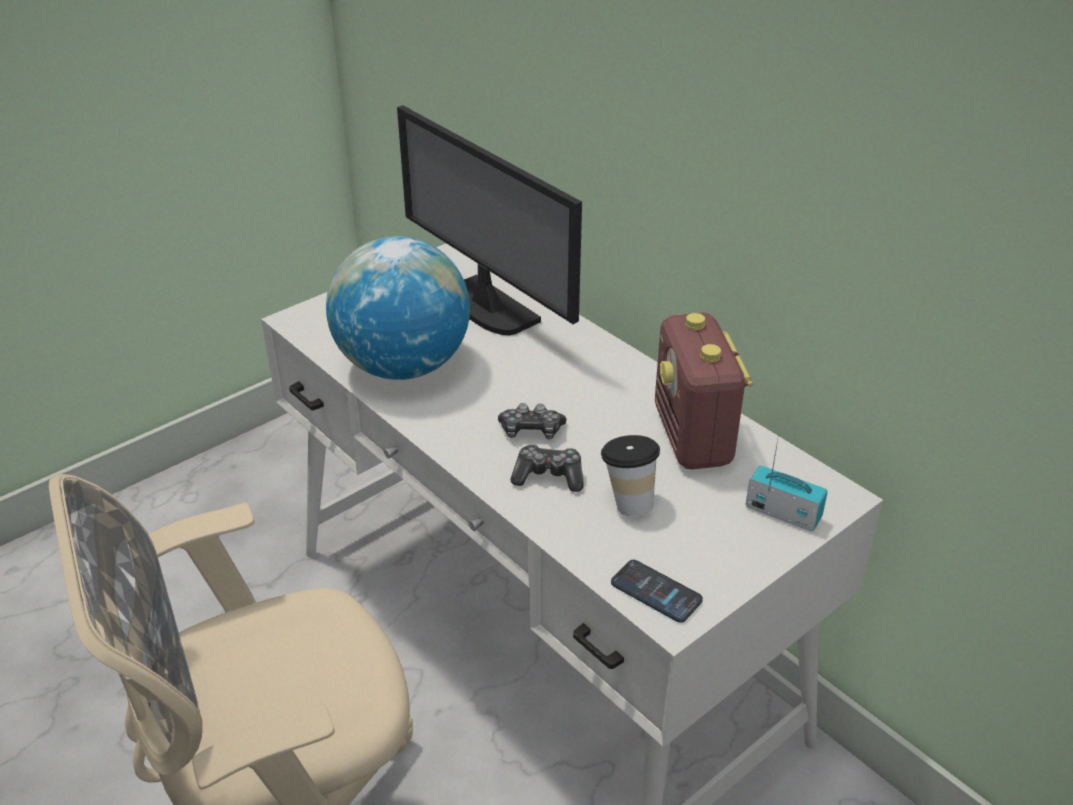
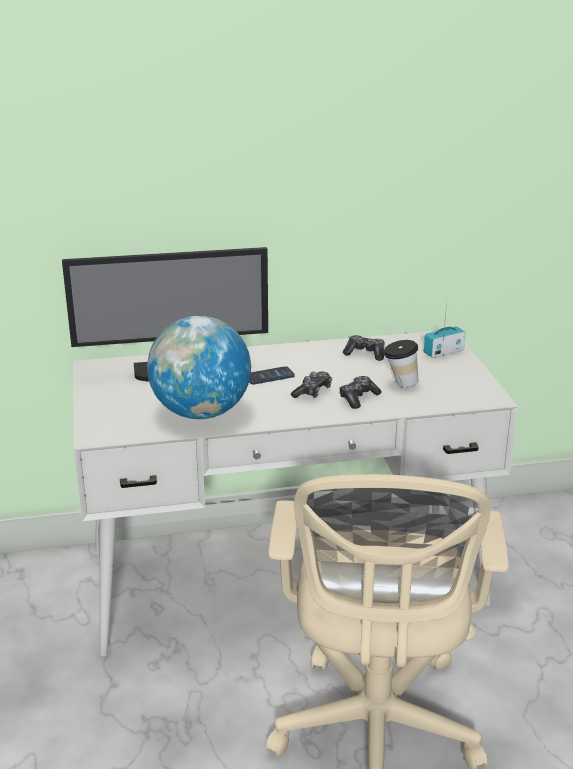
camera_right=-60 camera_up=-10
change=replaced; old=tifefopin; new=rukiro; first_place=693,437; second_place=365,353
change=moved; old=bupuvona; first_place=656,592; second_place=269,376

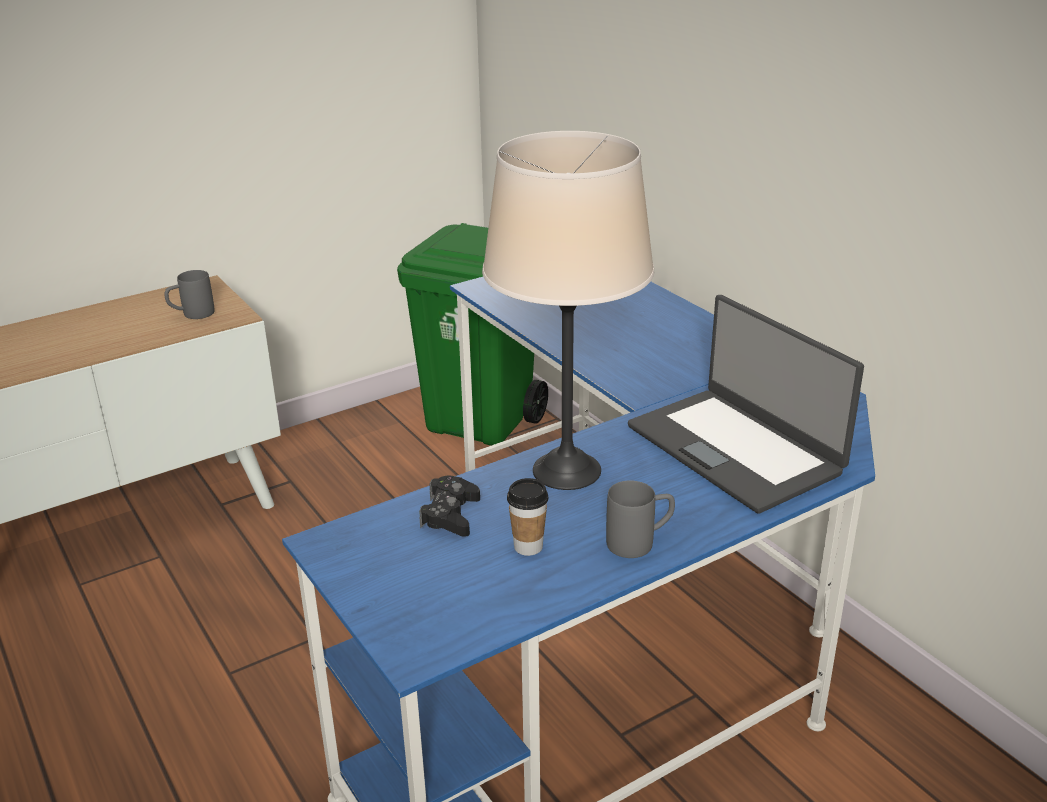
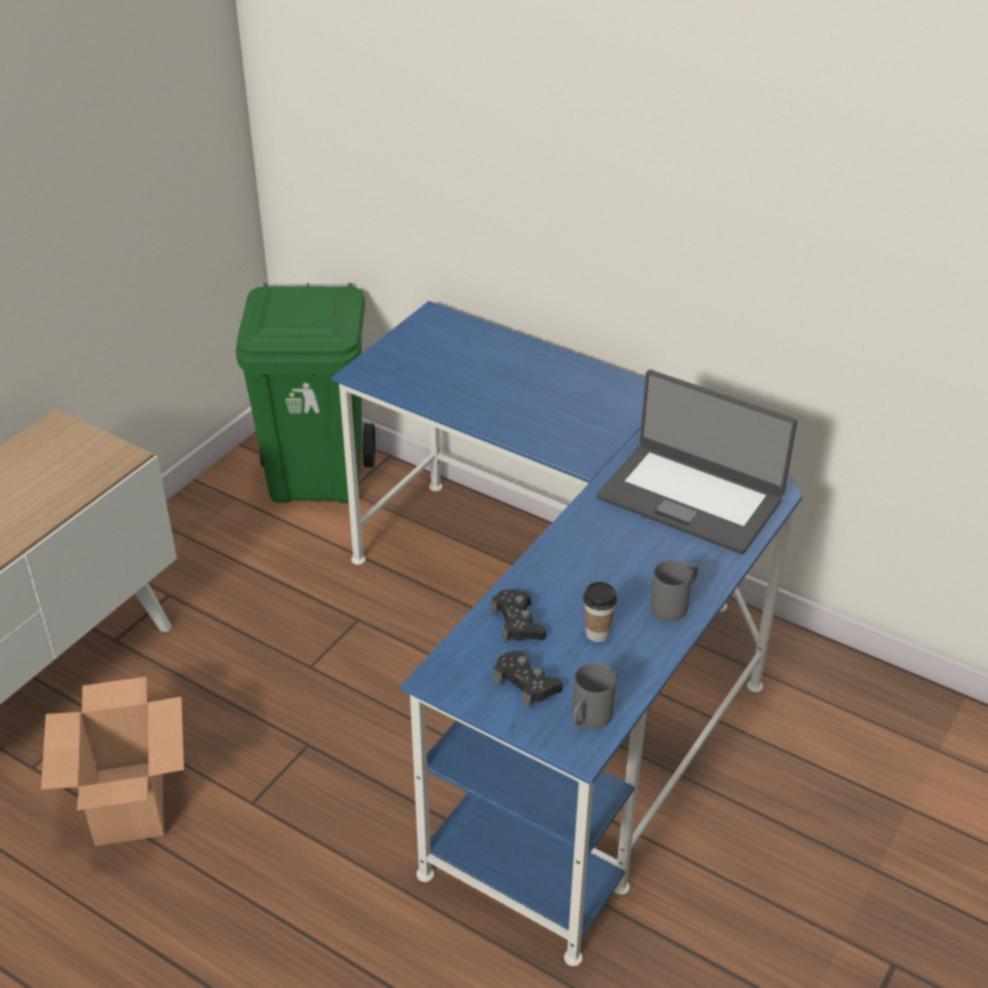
camera_right=-25 camera_up=10
change=removed; old=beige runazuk; first_place=566,470
change=moved; old=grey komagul; first_place=192,315; second_place=587,720
change=added; new=black rukiro; second_place=526,684
change=added; new=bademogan; second_place=129,802

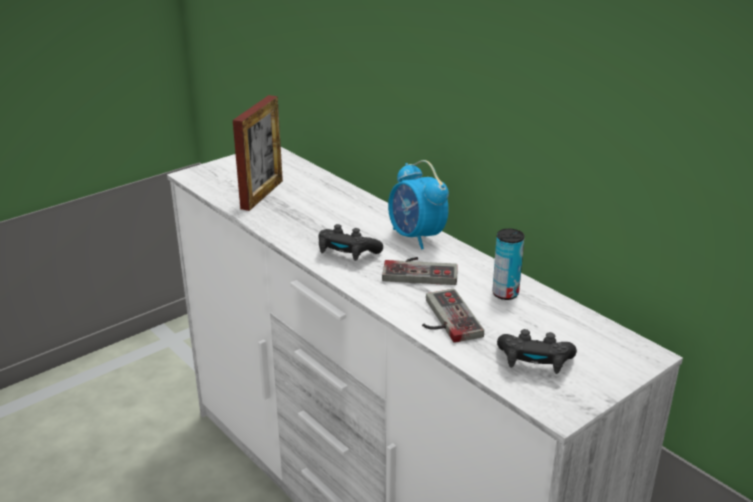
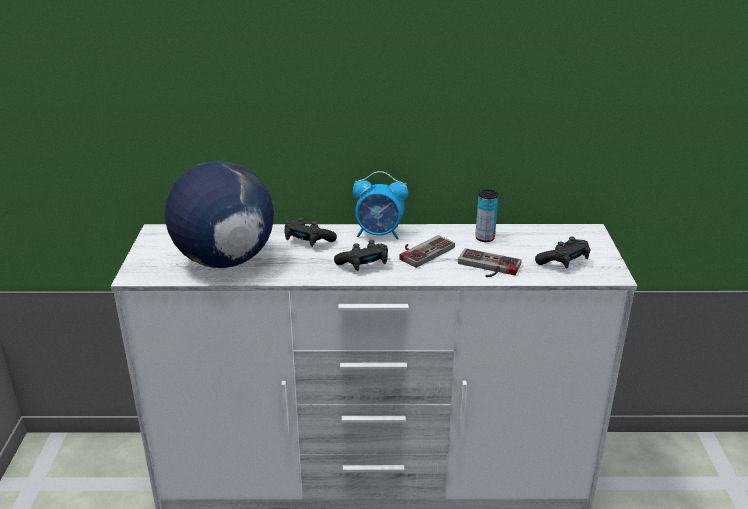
camera_right=-50 camera_up=0
change=replaced; old=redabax; new=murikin; first_place=262,194; second_place=224,260
change=added; new=black rukiro; second_place=308,241

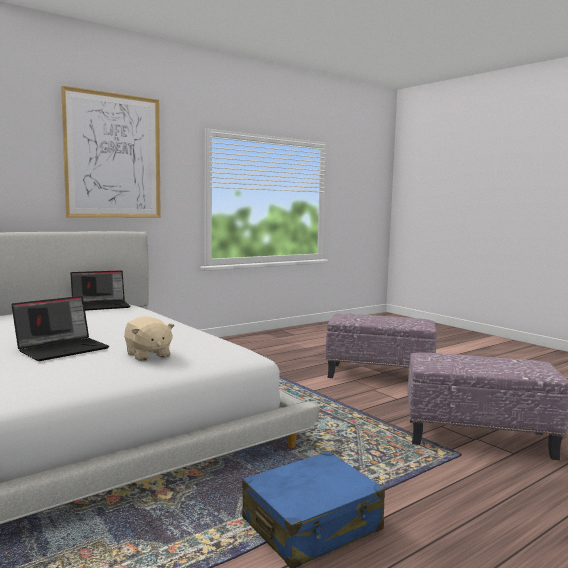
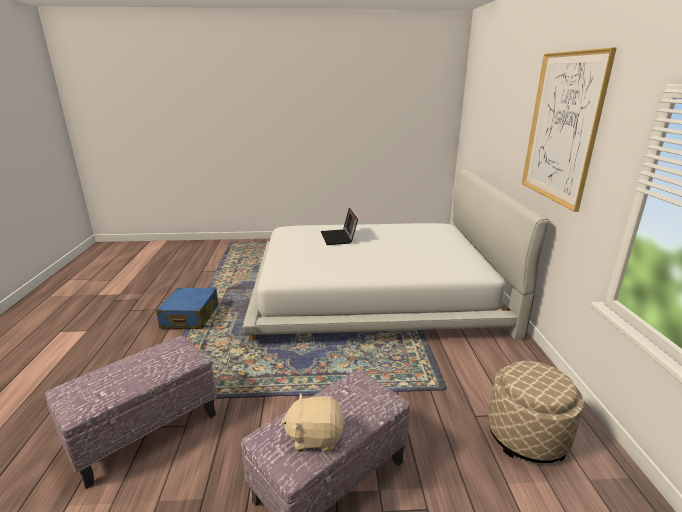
camera_right=125 camera_up=15
change=removed; old=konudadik; first_place=101,306
change=moved; old=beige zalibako; first_place=147,355; second_place=315,436
change=added; new=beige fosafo; second_place=527,435

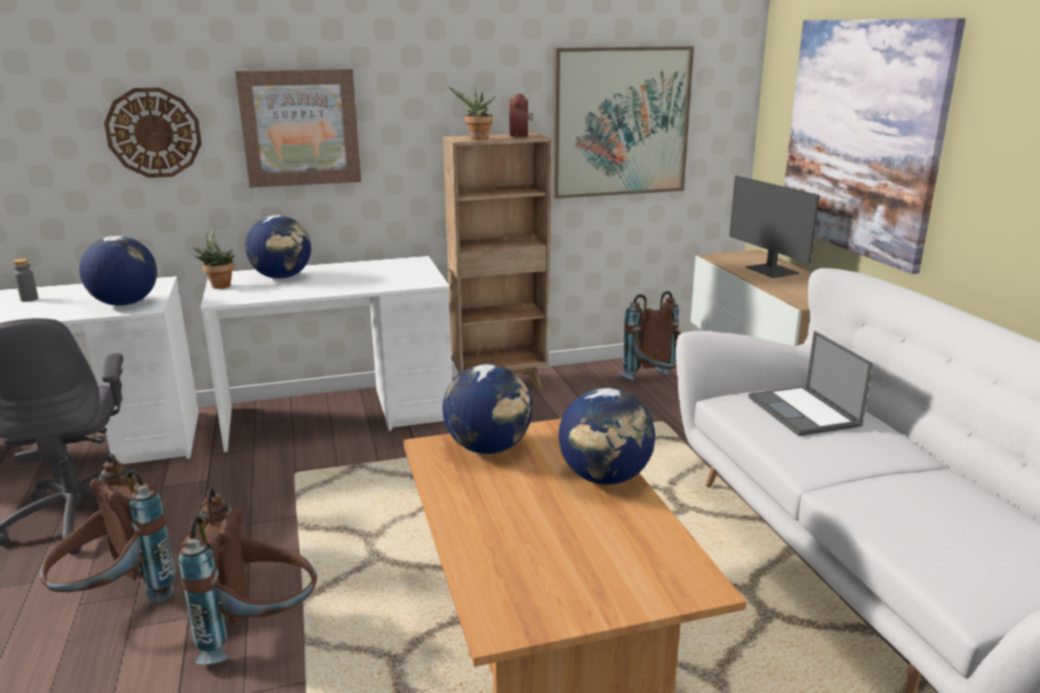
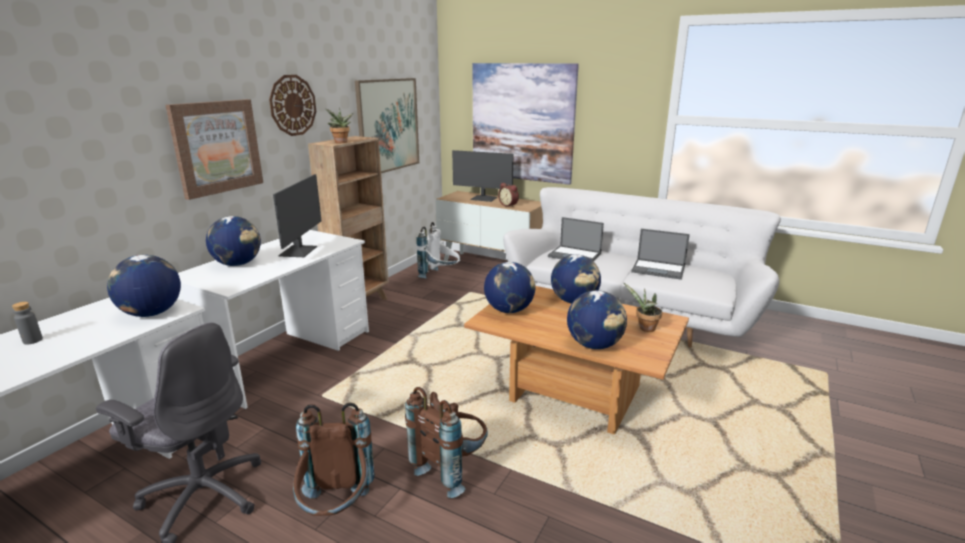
camera_right=-45 camera_up=0
change=moved; old=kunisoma; first_place=154,133; second_place=292,105
change=moved; old=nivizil; first_place=521,136; second_place=509,205
change=moved; old=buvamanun; first_place=219,285; second_place=644,328
change=recoloured; old=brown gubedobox; new=white gubedobox; first_place=658,384; second_place=440,276
change=added; new=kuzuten; second_place=299,251
change=added; new=konudadik; second_place=659,269
change=added; new=murikin; second_place=594,345

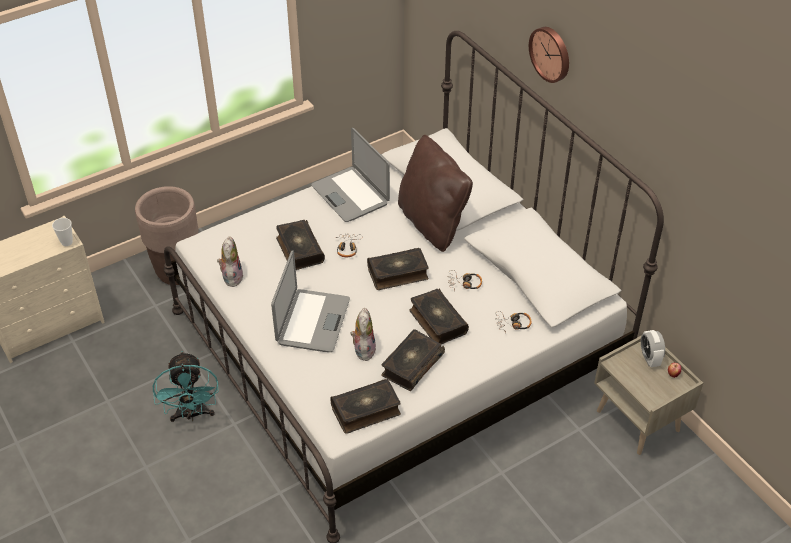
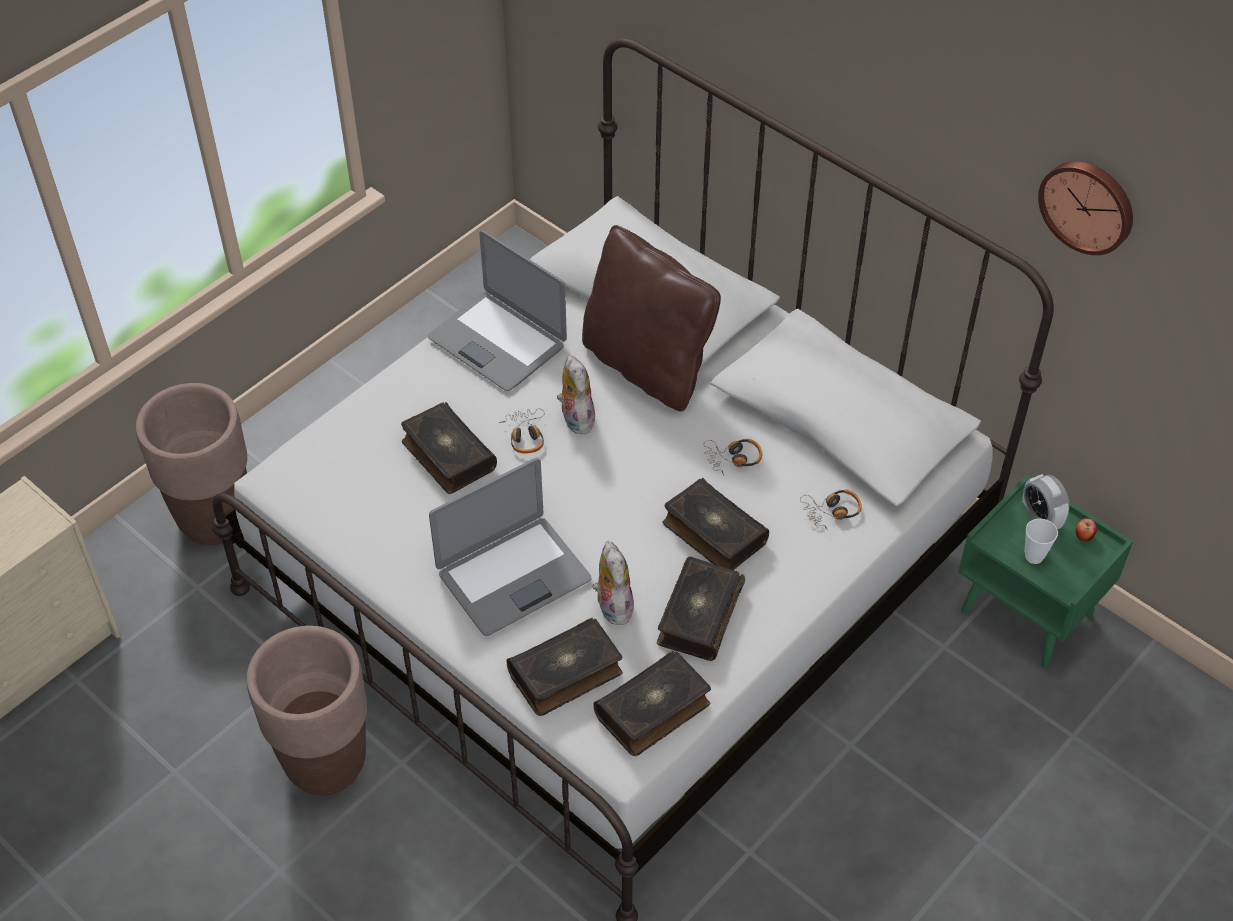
camera_right=-15 camera_up=5
change=moved; old=kunisoma; first_place=551,53; second_place=1088,205
change=moved; old=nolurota; first_place=67,242; second_place=1034,556
change=moved; old=zalibako; first_place=231,277; second_place=575,418
change=moved; old=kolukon; first_place=398,274; second_place=566,674
change=turned; old=konudadik; first_place=312,321; second_place=513,575; degrees=60
change=recoloured; old=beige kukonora; new=green kukonora; first_place=639,421; second_place=1028,613
change=replaced; old=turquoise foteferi; new=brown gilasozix; first_place=192,414; second_place=326,763

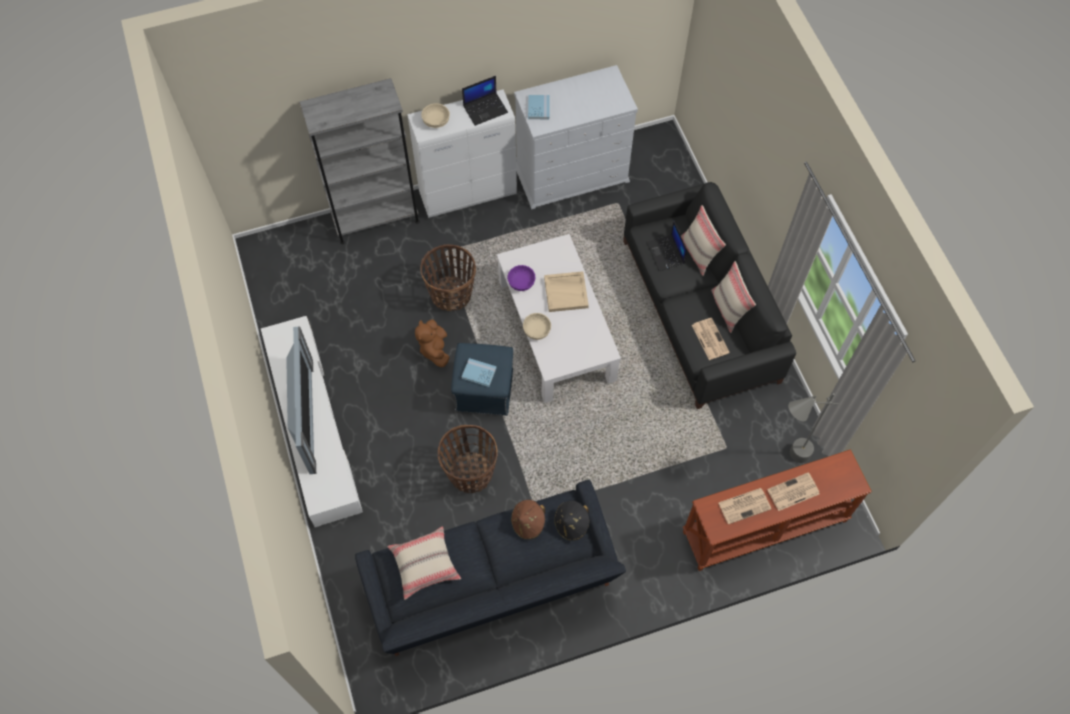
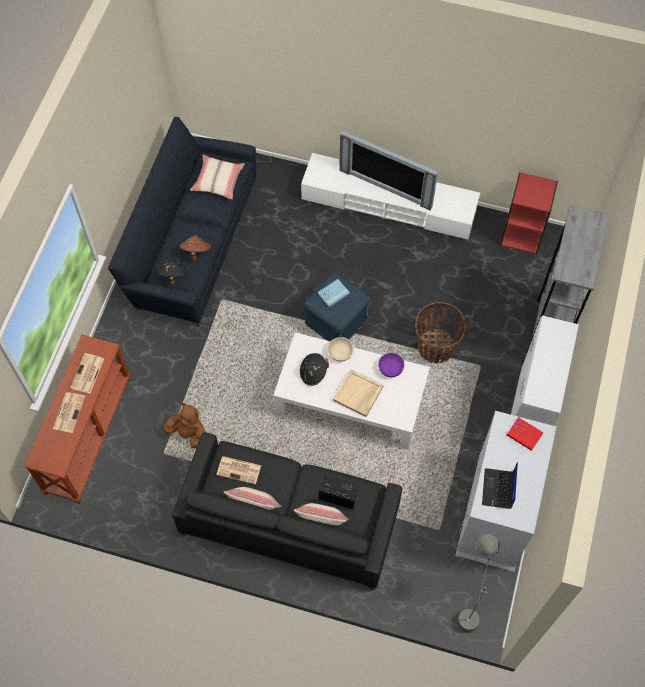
camera_right=125 camera_up=0
change=moved; old=konudadik; first_place=485,109; second_place=498,489
change=recoloured; old=blue kolukon; new=red kolukon; first_place=538,108; second_place=524,434
change=removed; old=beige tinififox; first_place=436,121
change=moved; old=brown zalibako; first_place=434,349; second_place=188,433
change=moved; old=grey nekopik; first_place=785,461; second_place=468,604
change=removed; old=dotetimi; first_place=470,473
change=added; new=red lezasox; second_place=522,234
change=added; new=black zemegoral; second_place=313,373

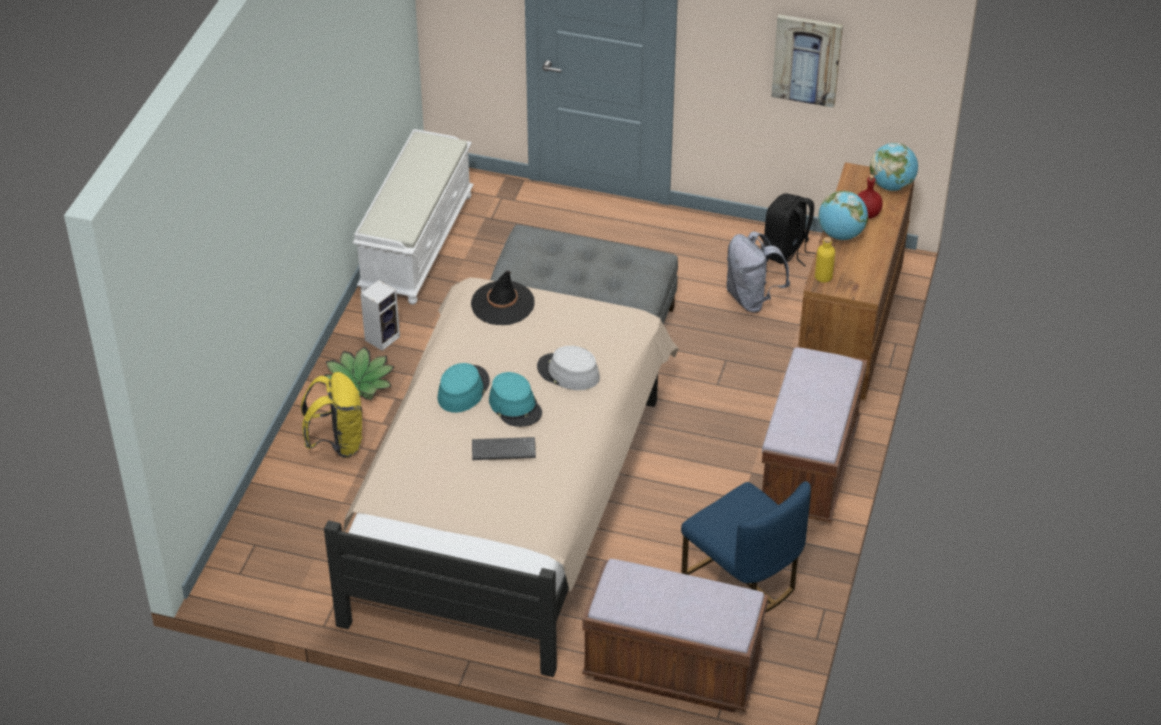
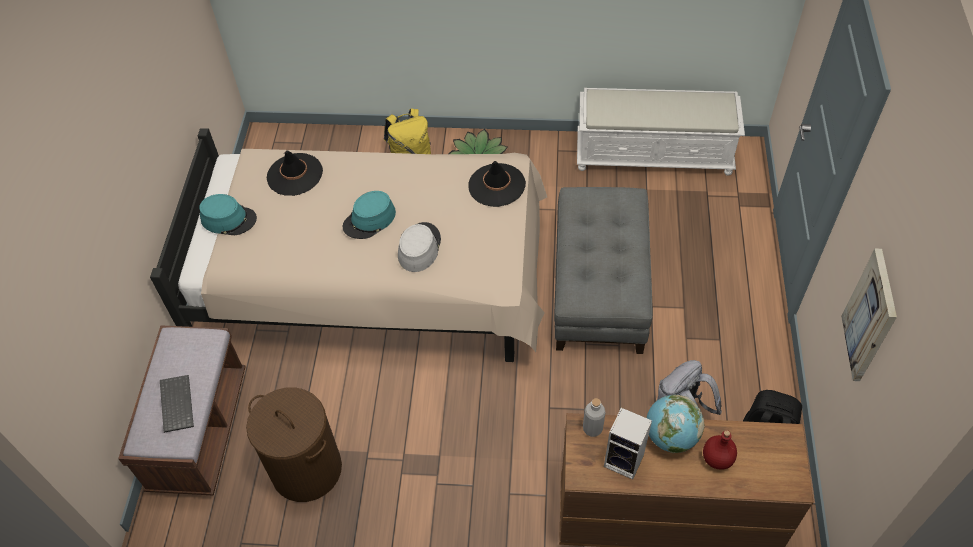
camera_right=80 camera_up=10
change=removed; old=murikin; first_place=891,185
change=recoloured; old=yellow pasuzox; new=grey pasuzox; first_place=823,277; second_place=592,428
change=moved; old=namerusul; first_place=382,337; second_place=625,461
change=removed; old=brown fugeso; first_place=809,467
change=moved; old=turquoise zemegoral; first_place=463,390; second_place=229,219
change=moved; old=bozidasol; first_place=502,451; second_place=175,403
change=replaced; old=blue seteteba; new=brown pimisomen; first_place=743,579; second_place=306,469
change=added; new=black zemegoral; second_place=294,175

